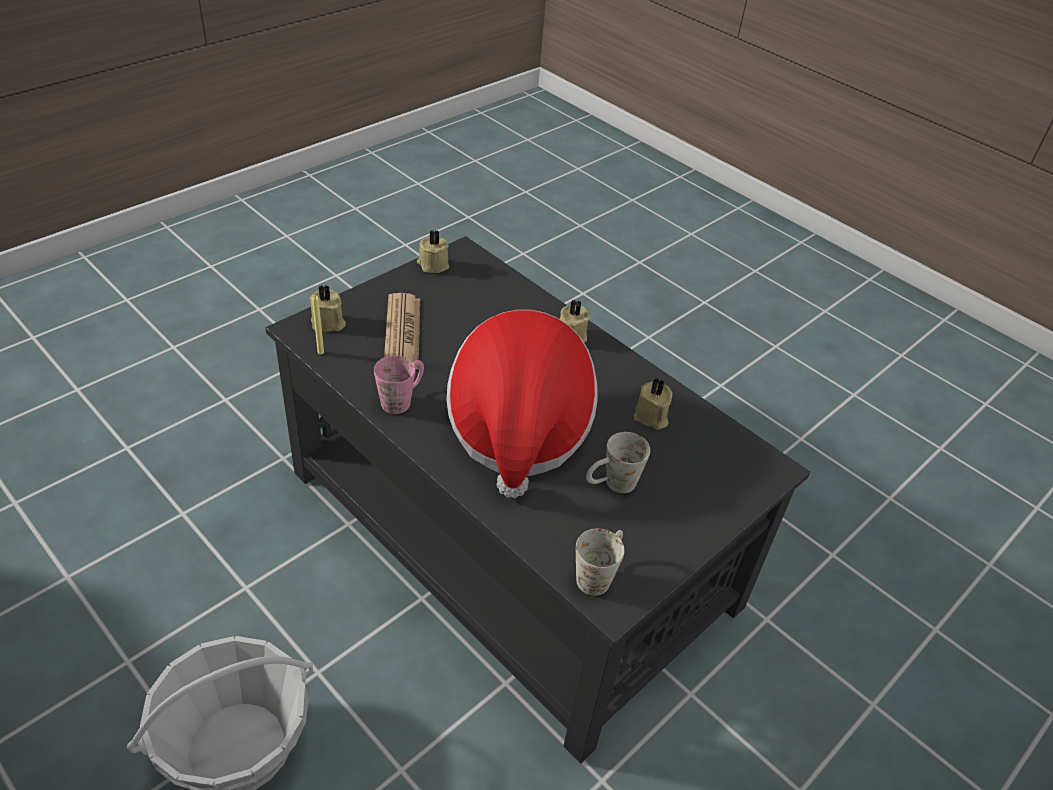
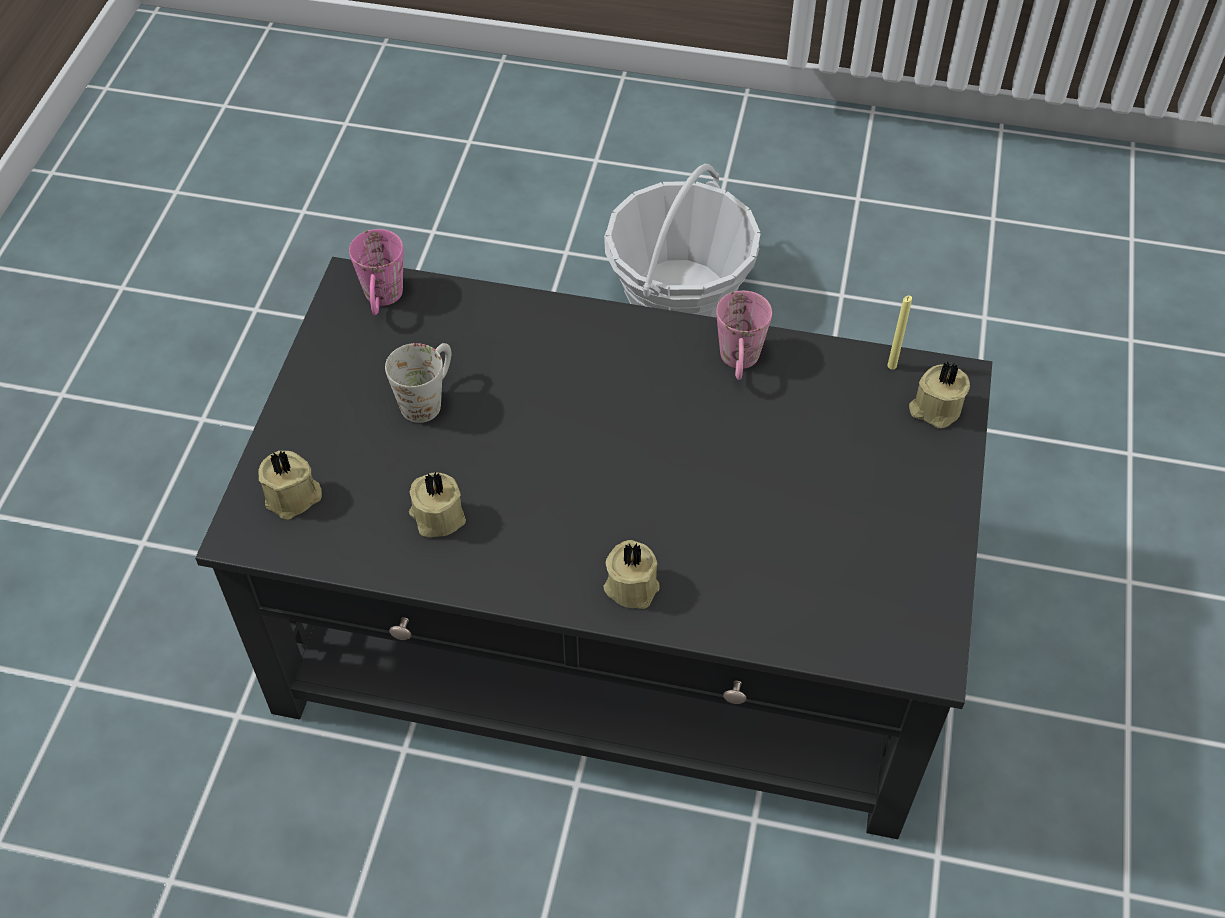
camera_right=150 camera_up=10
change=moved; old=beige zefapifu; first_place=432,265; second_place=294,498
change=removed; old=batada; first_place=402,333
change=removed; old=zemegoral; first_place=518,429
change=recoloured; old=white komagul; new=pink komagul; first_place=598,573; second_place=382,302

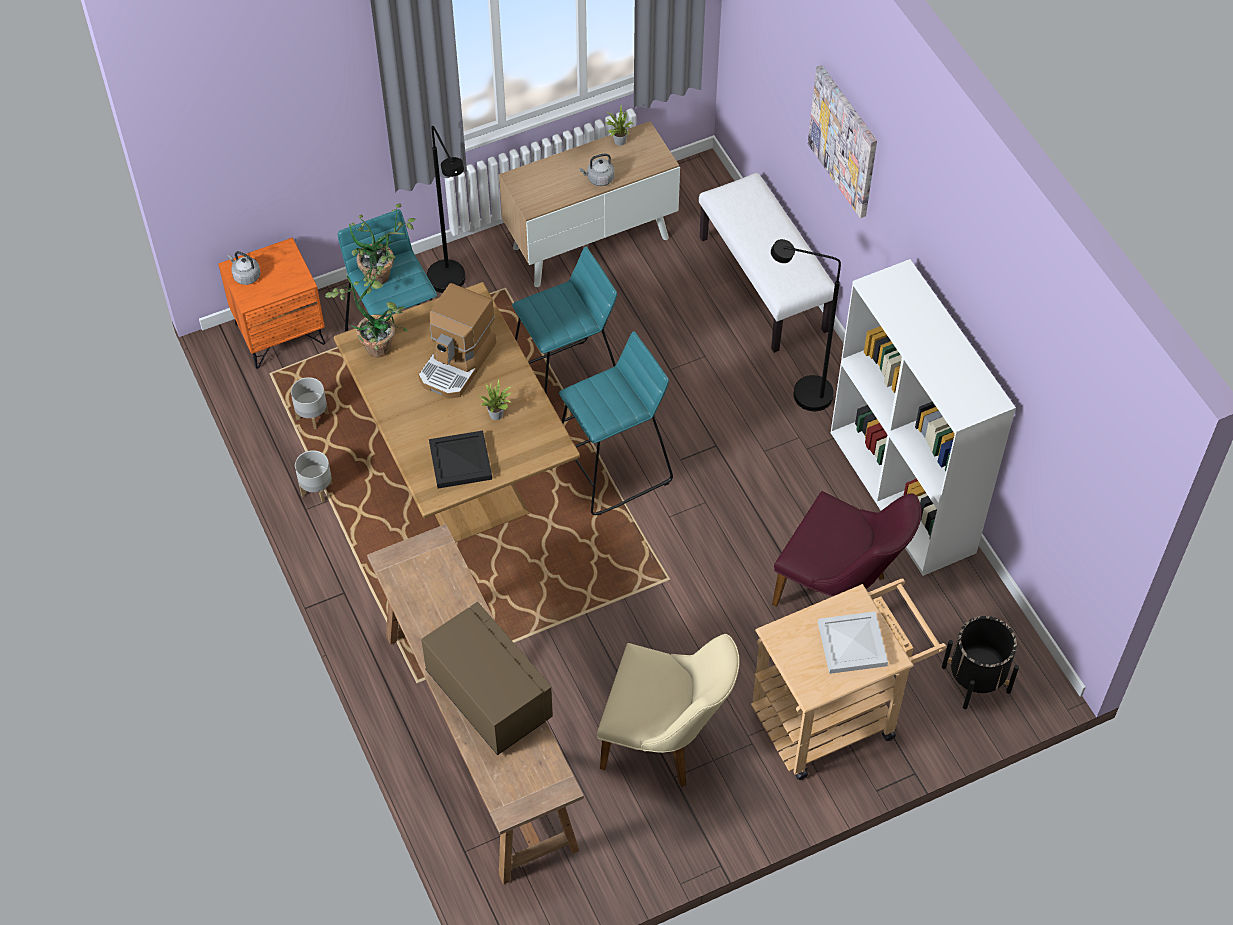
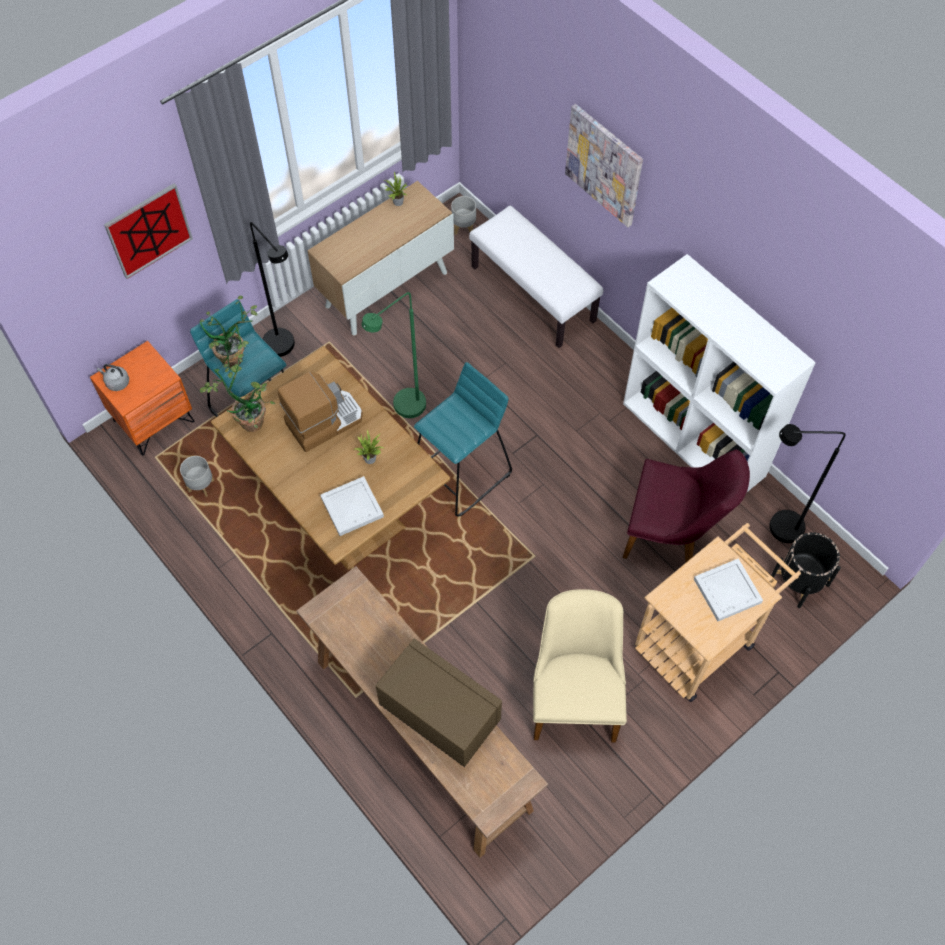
camera_right=-15 camera_up=5
change=removed; old=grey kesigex; first_place=599,179
change=moved; old=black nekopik; first_place=801,394; second_place=776,528
change=replaced; old=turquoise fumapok; new=green nekopik; first_place=567,384; second_place=403,411
change=turned; old=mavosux; first_place=458,363; second_place=324,421; degrees=-135
change=recoloured; old=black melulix; new=white melulix; first_place=459,462; second_place=351,508
change=moved; old=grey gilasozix; first_place=316,489; second_place=463,228
change=turned; old=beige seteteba; first_place=665,741; second_place=574,696; degrees=-90
change=added; new=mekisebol; second_place=148,230

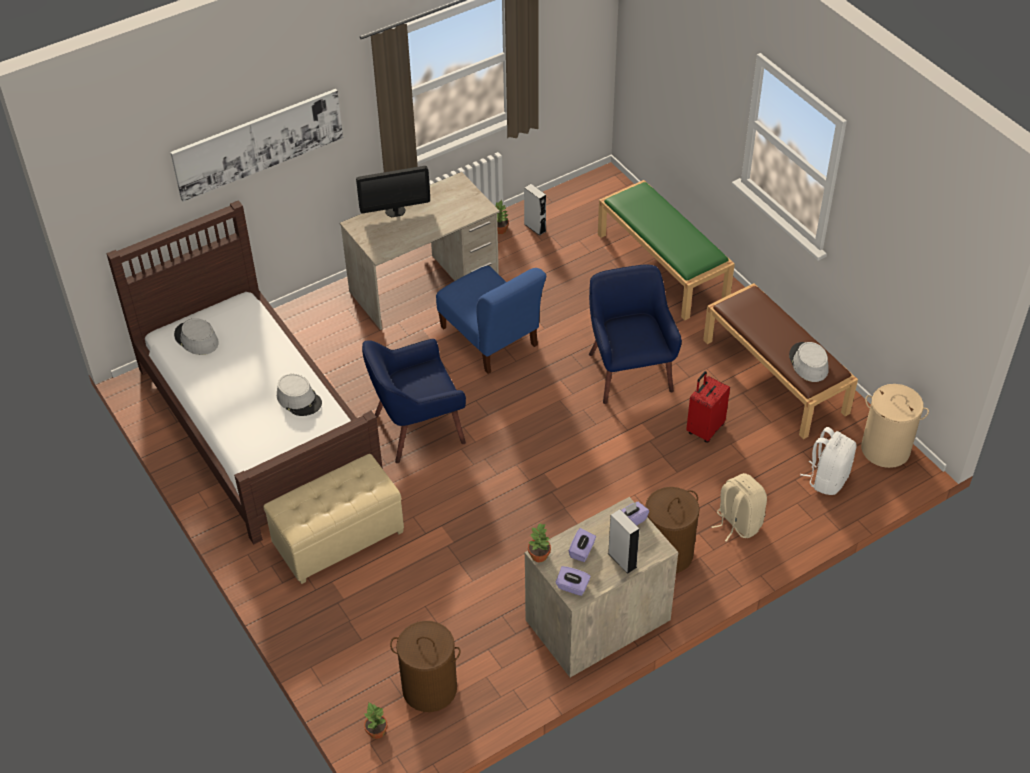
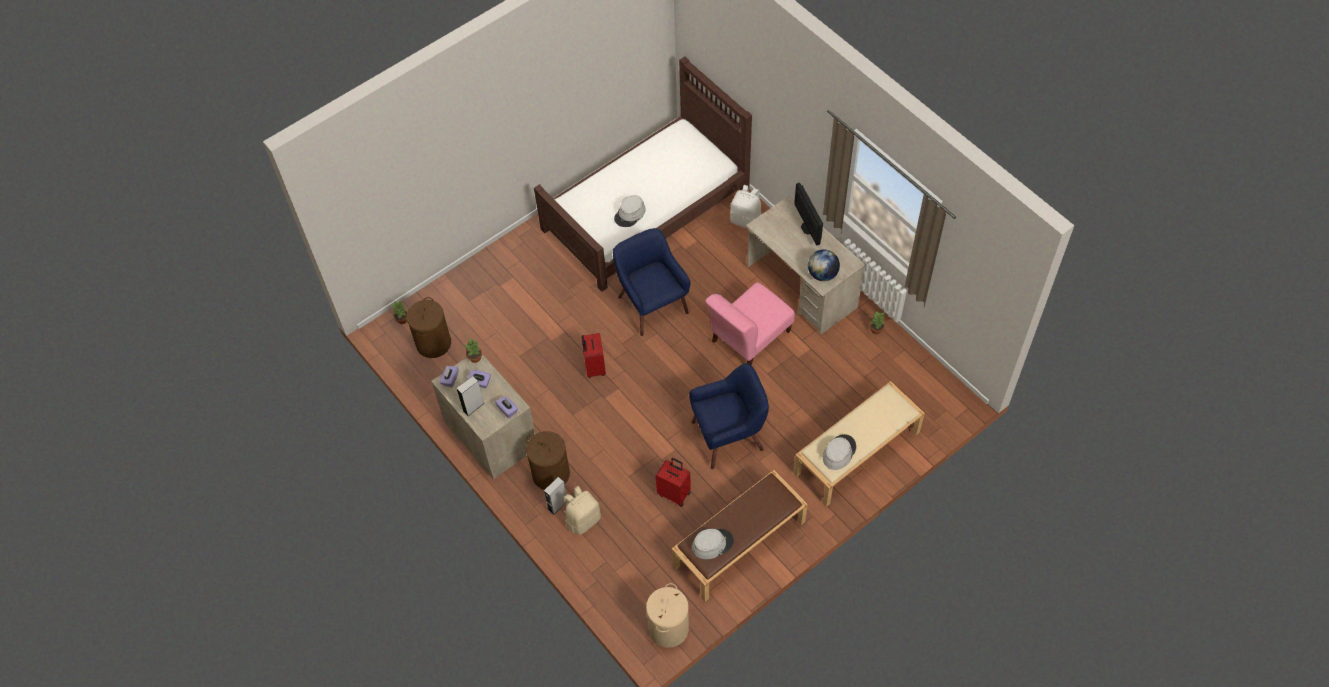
camera_right=85 camera_up=10
change=removed; old=mekisebol; first_place=258,143
change=recoloured; old=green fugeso; new=beige fugeso; first_place=663,266; second_place=856,453
change=moved; old=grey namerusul; first_place=535,227; second_place=557,505
change=recoloured; old=blue seteteba; new=pink seteteba; first_place=491,339; second_place=748,339
change=moved; old=grey zemegoral; first_place=196,339; second_place=839,452
change=moved; old=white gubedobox; first_place=827,479; second_place=746,220
change=removed; old=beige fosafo; first_place=338,537
change=added; new=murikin; second_place=822,274
change=added; new=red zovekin; second_place=594,367

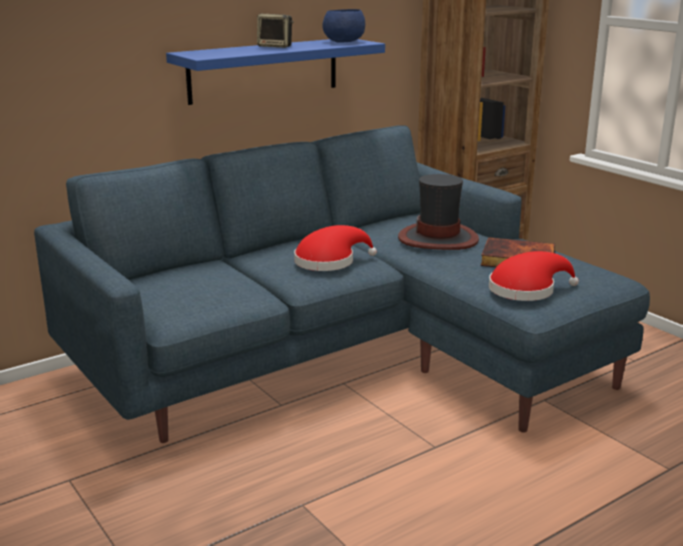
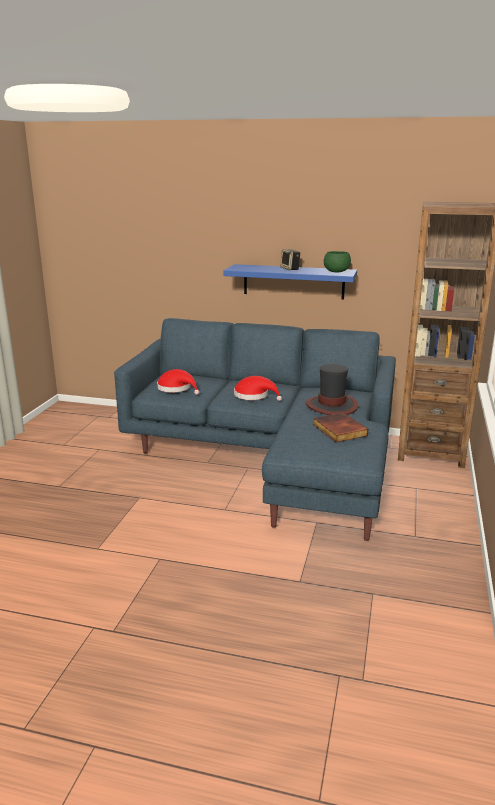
camera_right=50 camera_up=0
change=recoloured; old=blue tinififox; new=green tinififox; first_place=344,42; second_place=337,271
change=moved; old=red zemegoral; first_place=526,290; second_place=176,388

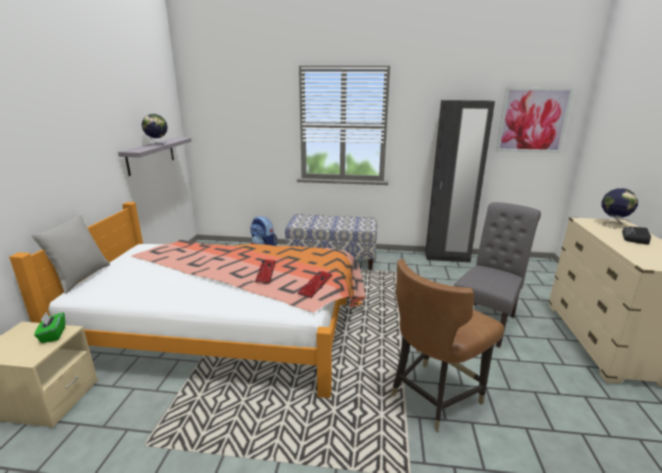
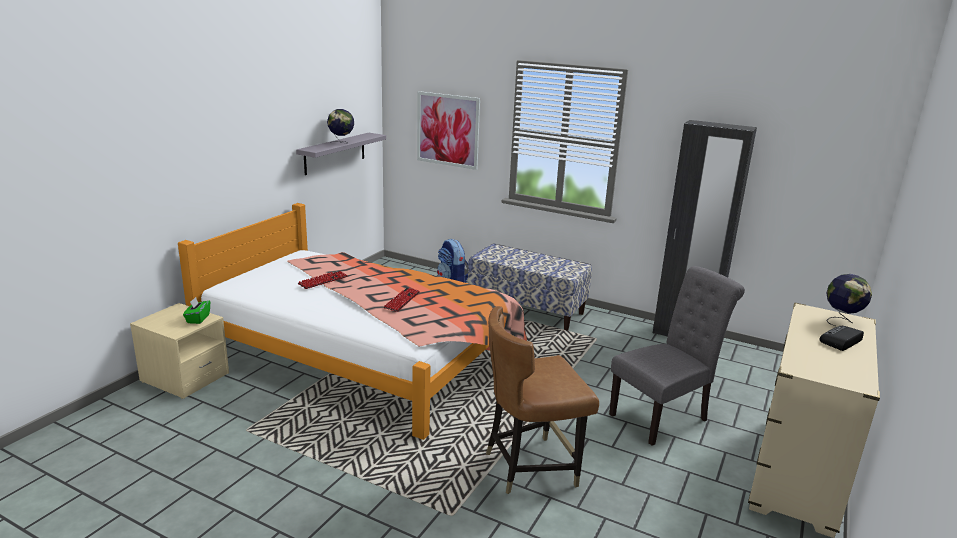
camera_right=20 camera_up=0
change=moved; old=mekisebol; first_place=533,120; second_place=448,130
change=removed; old=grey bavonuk; first_place=81,278
change=moved; old=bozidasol; first_place=315,285; second_place=323,281

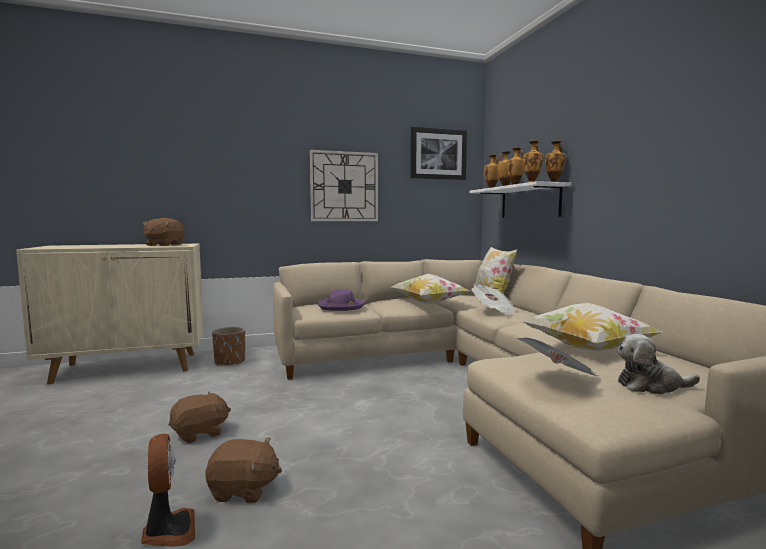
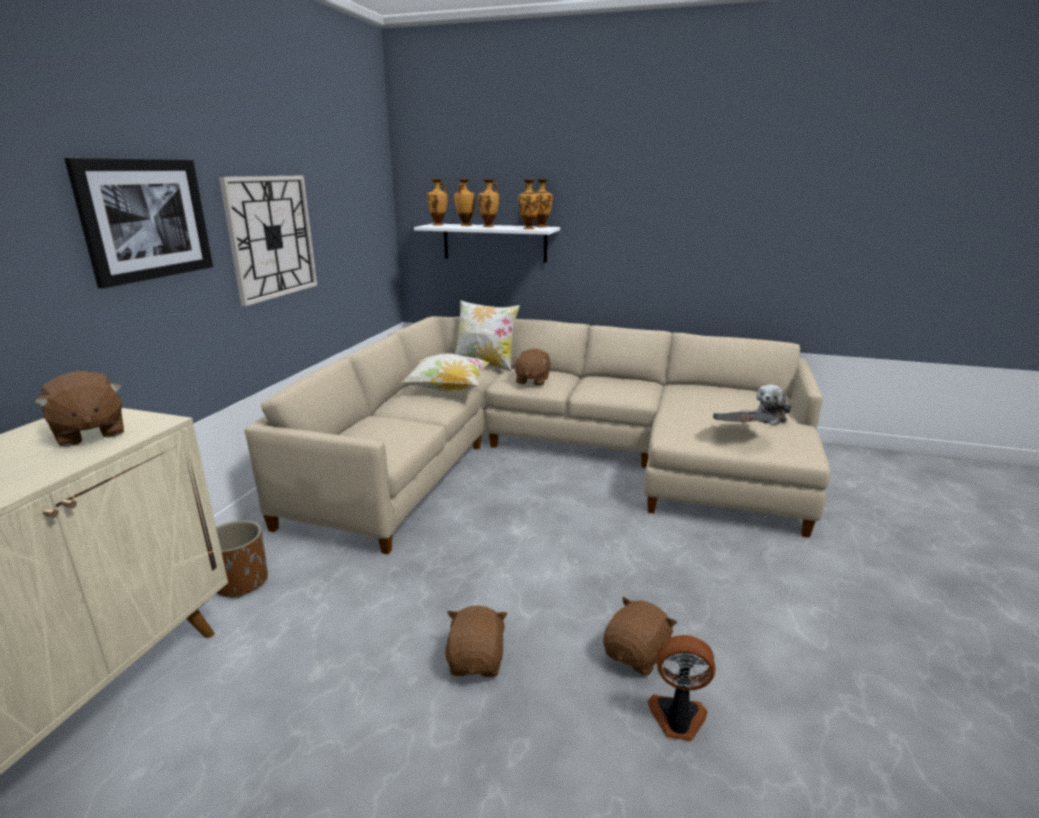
camera_right=-55 camera_up=15
change=moved; old=mekisebol; first_place=438,154; second_place=145,219
change=replaced; old=batada; new=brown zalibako; first_place=493,311; second_place=532,380
change=removed; old=purple zemegoral; first_place=341,306
change=removed; old=bavonuk; first_place=587,349

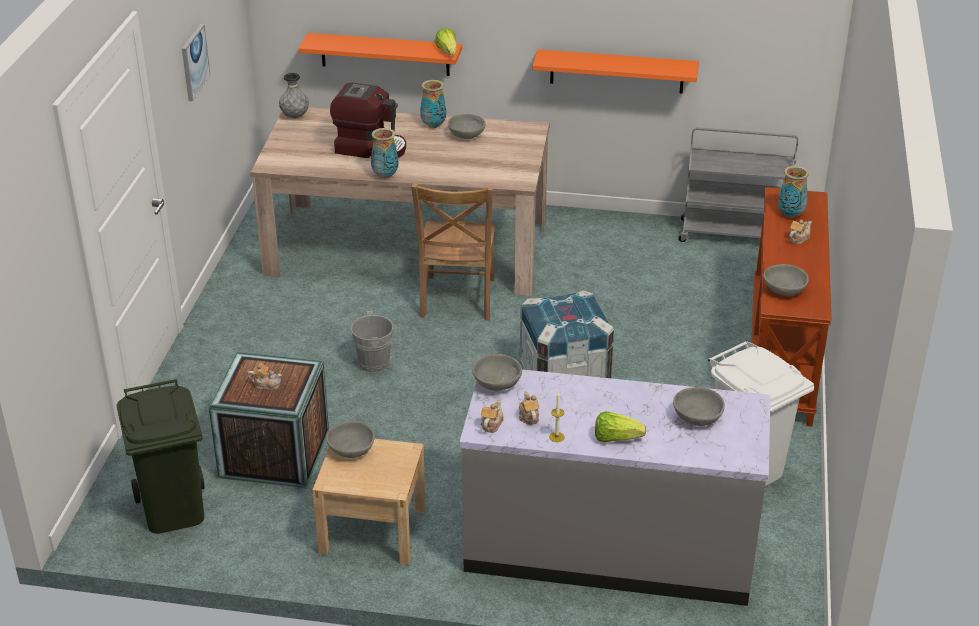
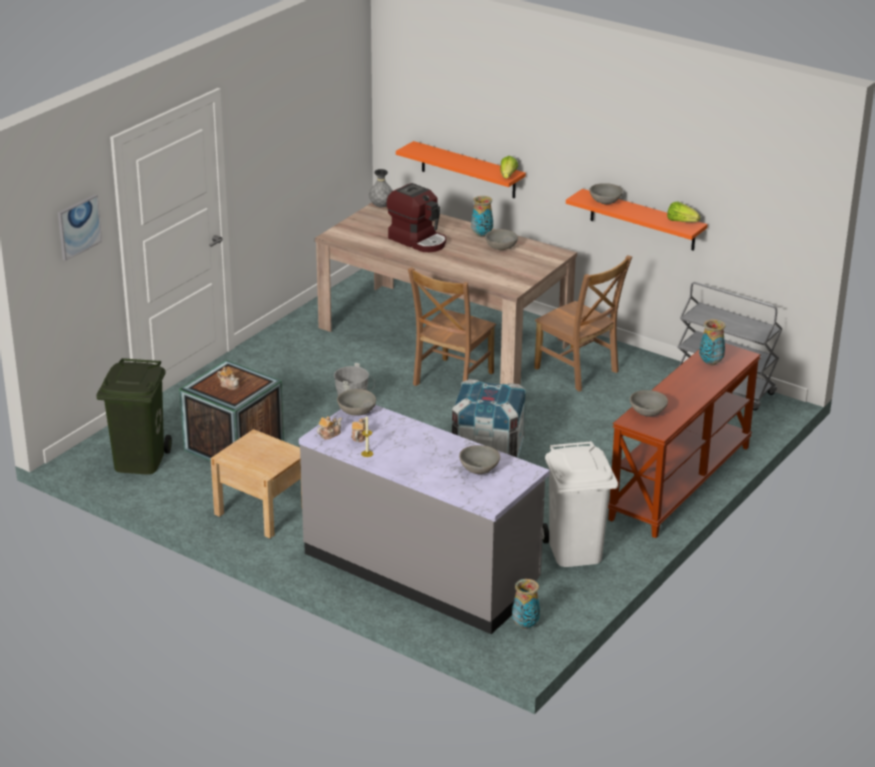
camera_right=25 camera_up=-5
change=moved; old=mekisebol; first_place=194,62; second_place=78,227
change=moved; old=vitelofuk; first_place=385,176; second_place=525,625
change=removed; old=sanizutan; first_place=798,238
change=moved; old=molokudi; first_place=616,438; second_place=681,221
change=moved; old=grey tinififox; first_place=351,451; second_place=605,202
change=added; new=brown seteteba; second_place=578,371

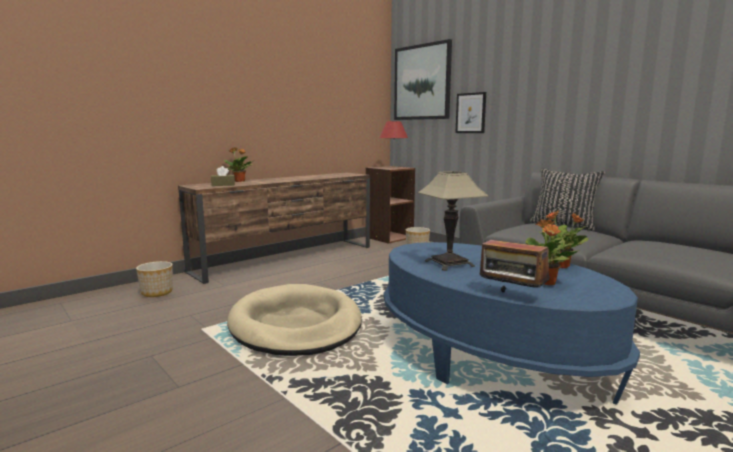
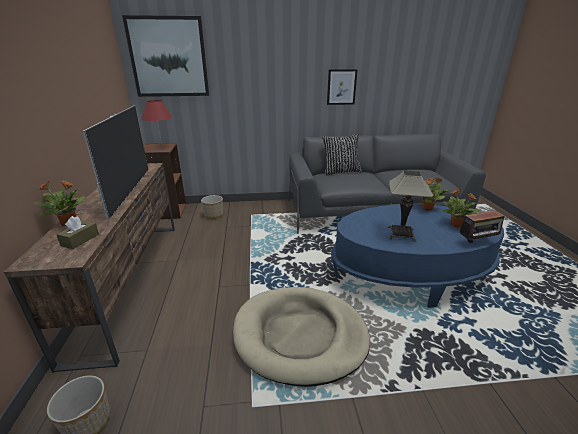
camera_right=-55 camera_up=15
change=moved; old=mekisebol; first_place=471,113; second_place=341,87
change=added; new=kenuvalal; second_place=130,191

